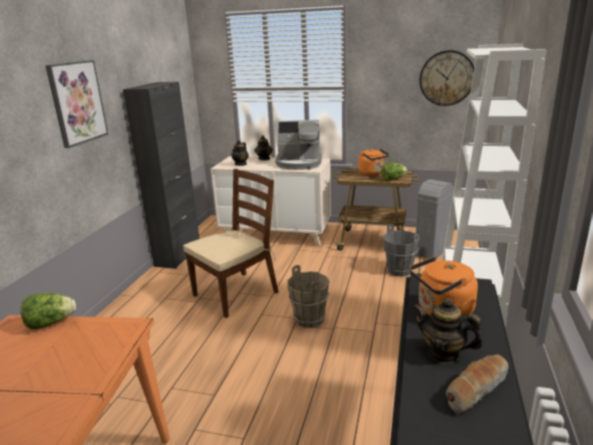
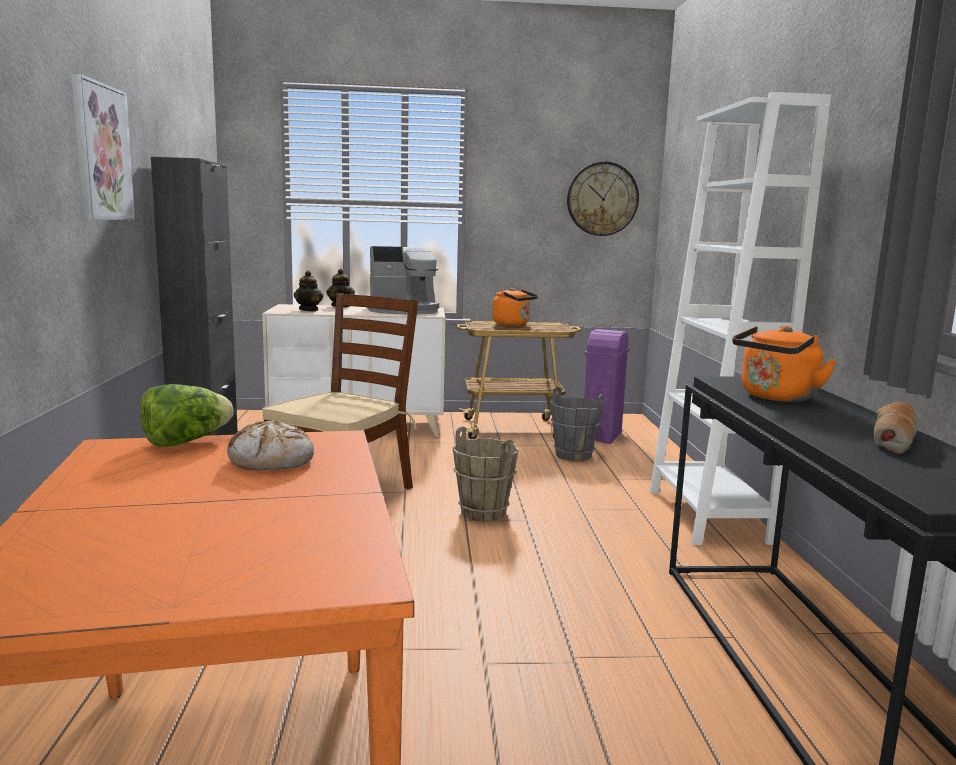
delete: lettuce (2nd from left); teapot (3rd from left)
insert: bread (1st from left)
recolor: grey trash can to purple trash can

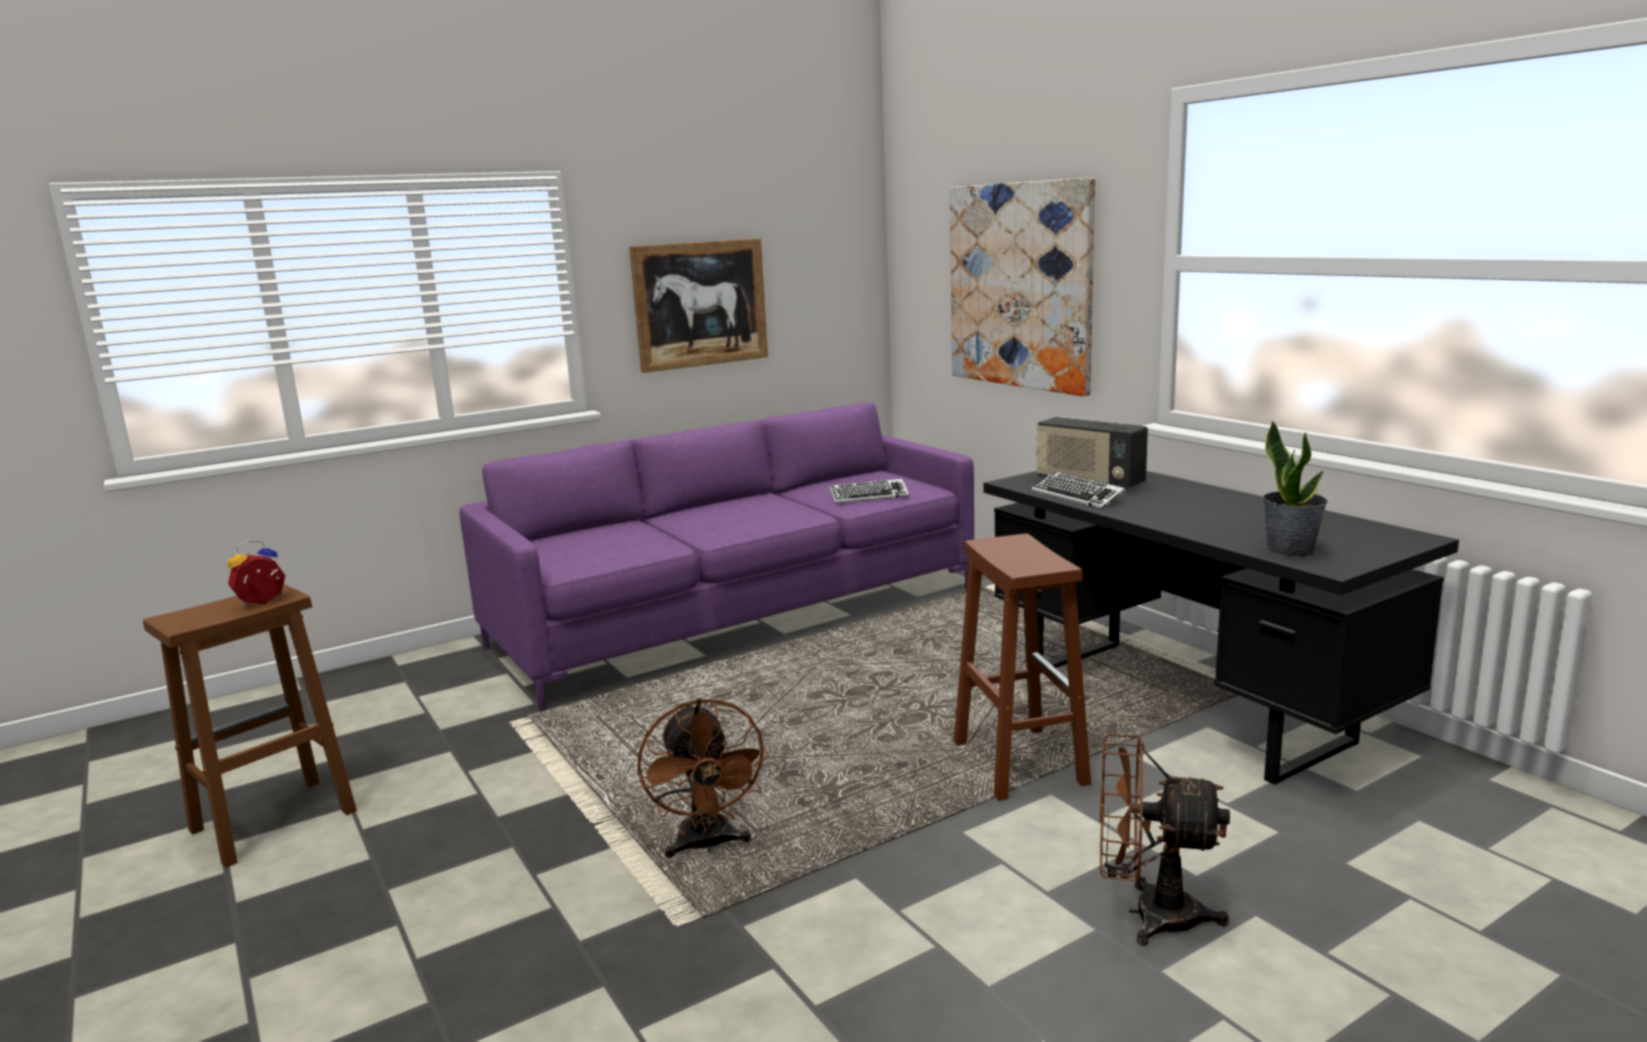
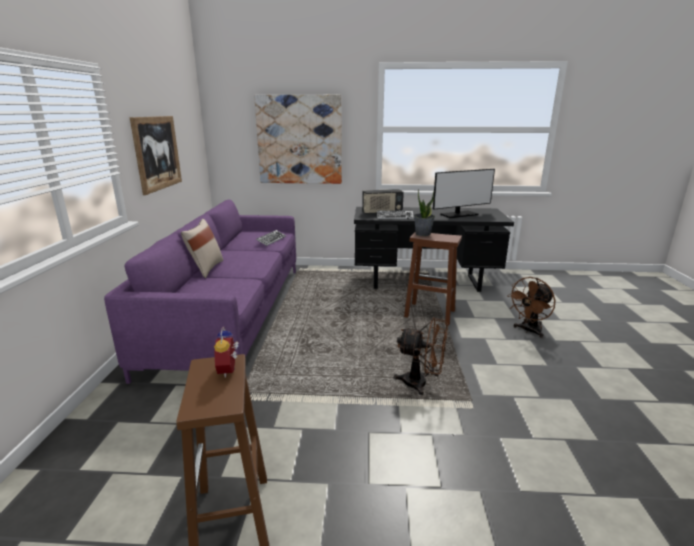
insert: beige pillow; monitor
move: potted plant

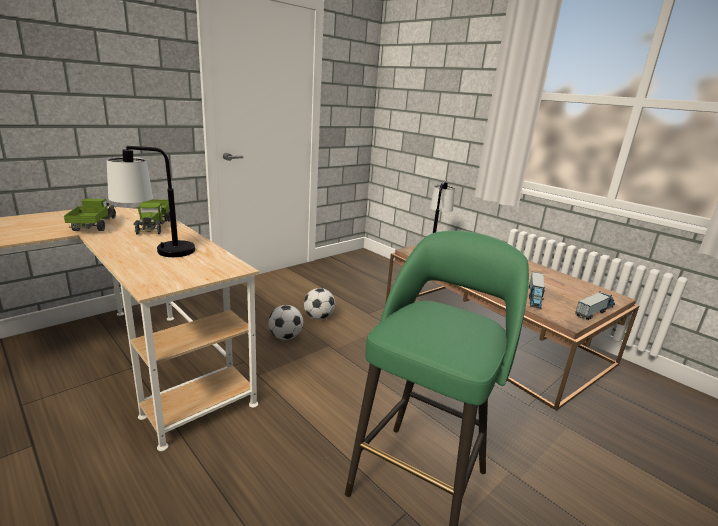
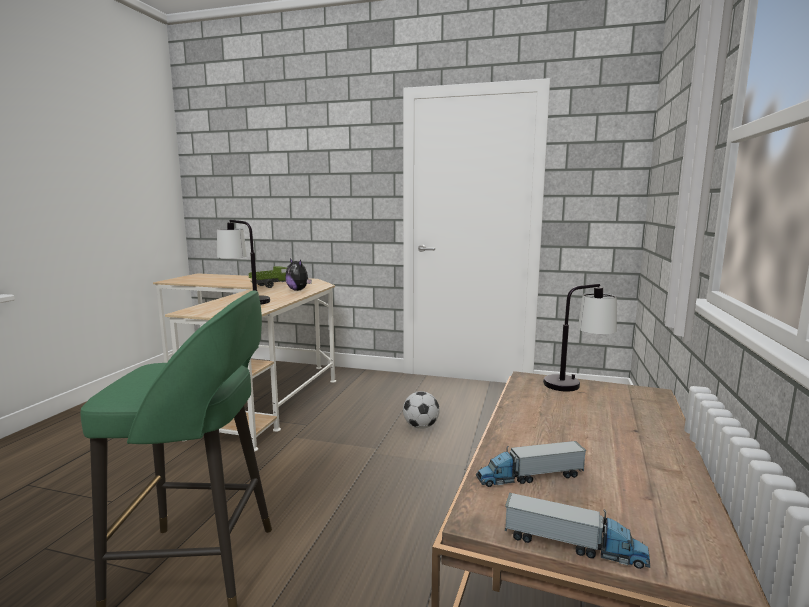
delete: football (1st from left)
replace: toy truck (2nd from left) to plush toy

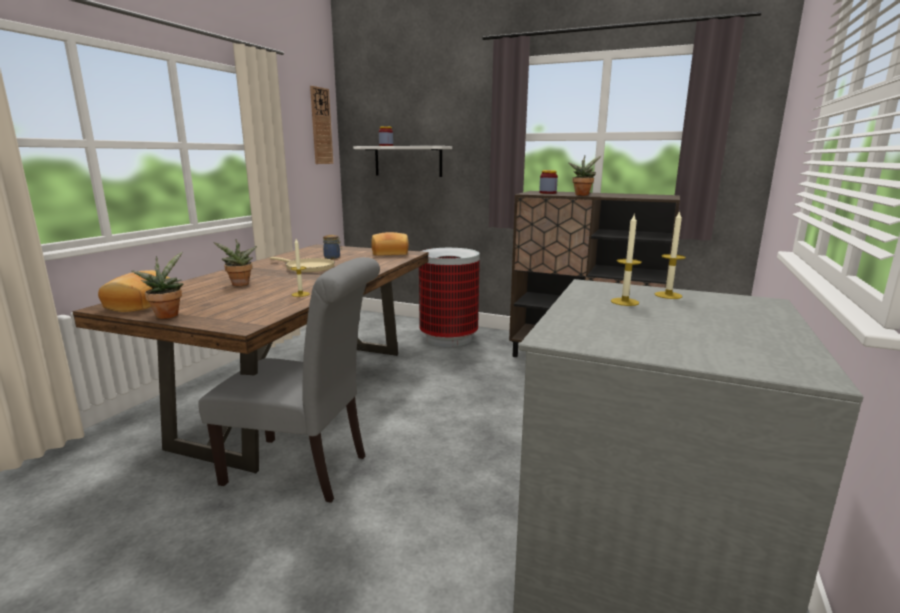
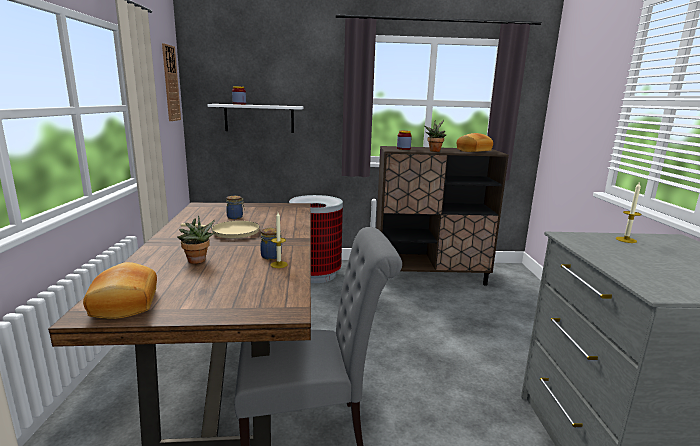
delete: potted plant (1st from left); candle (2nd from left)
insert: jar (3rd from left)
move: bread (2nd from left)

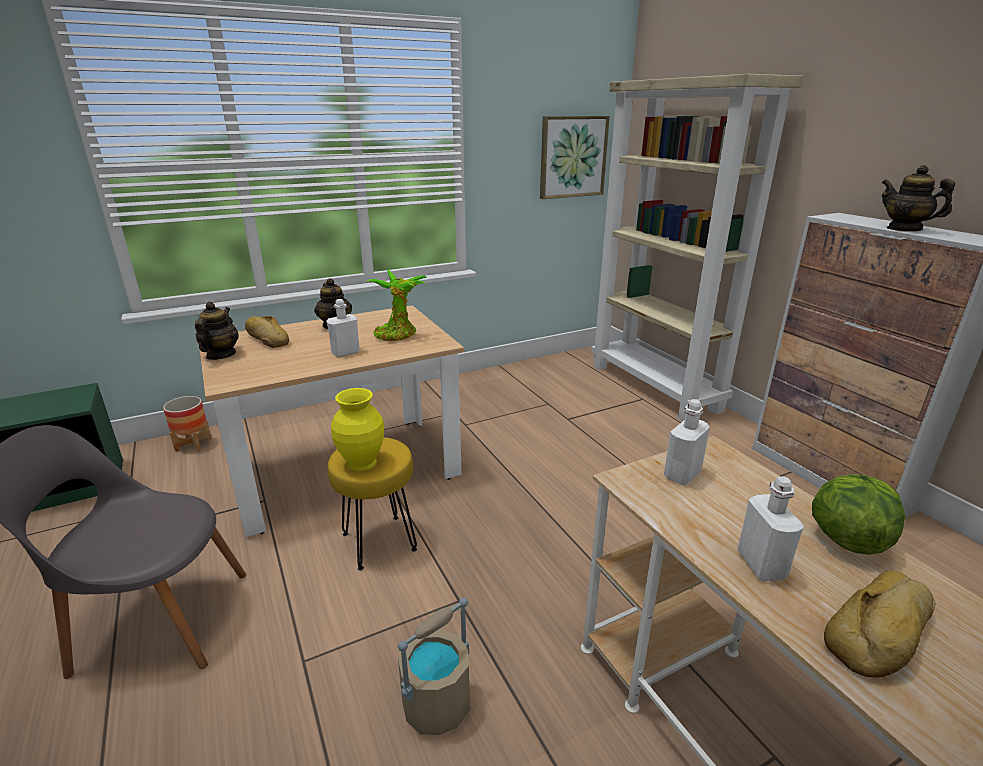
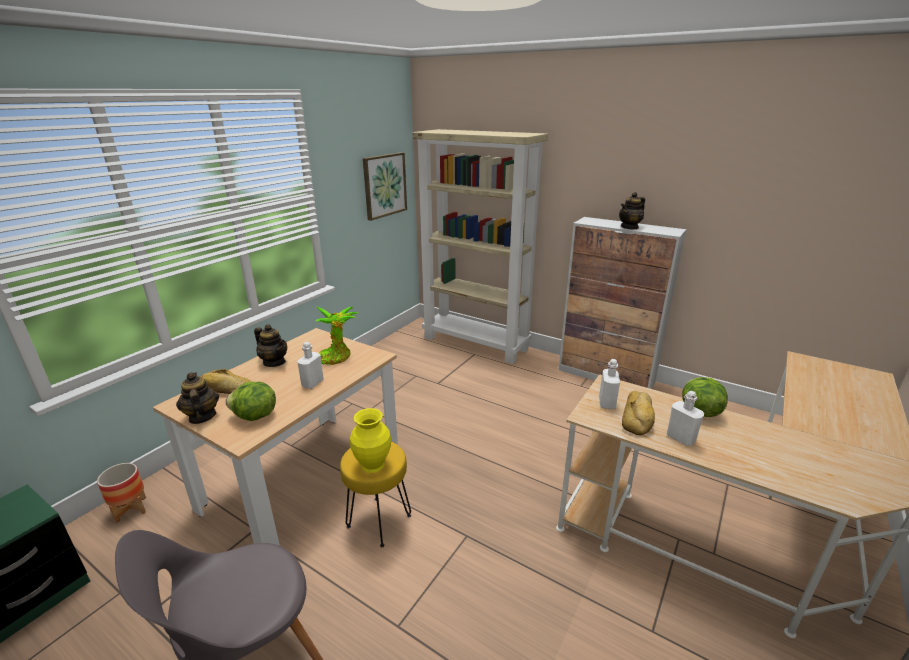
delete: beige bucket
insert: lettuce (1st from left)
move: bread (2nd from left)
rotate: teapot (3rd from left) 60 degrees counterclockwise

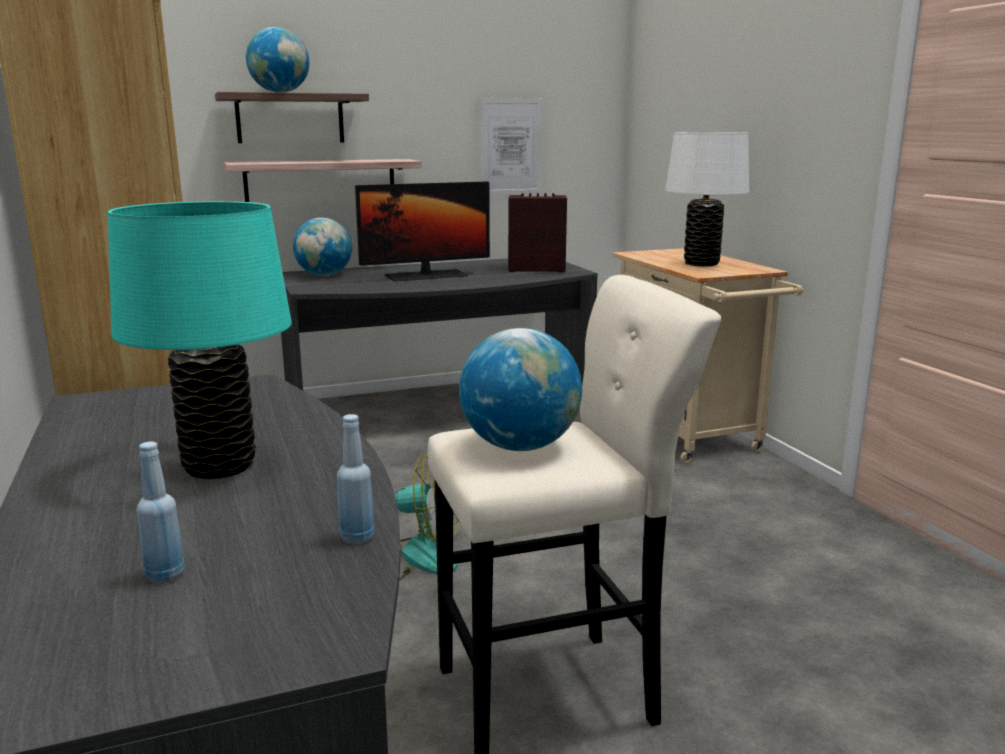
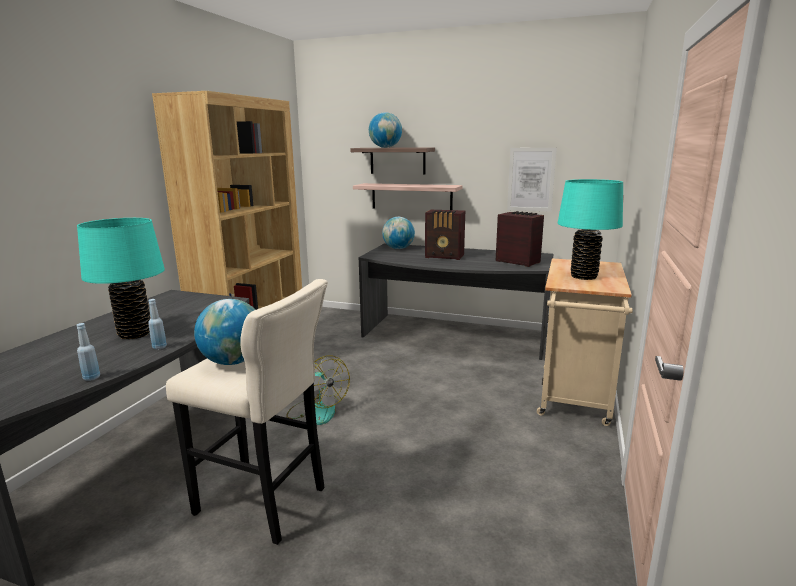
move: blue bottle (1st from left in the first image) to blue bottle (2nd from left)
replace: monitor to radio (1st from left)
recolor: white table lamp to turquoise table lamp (2nd from left)

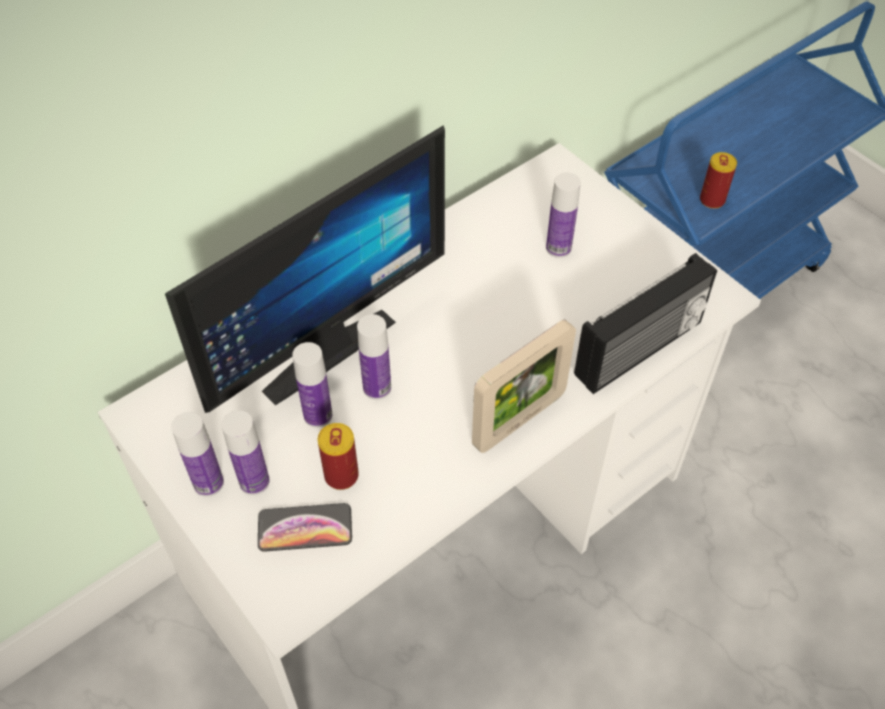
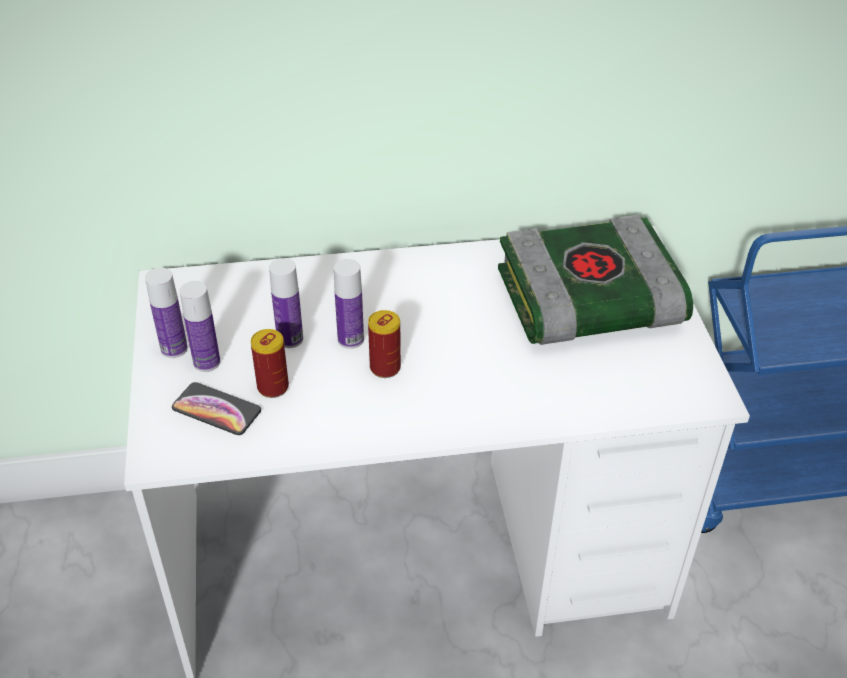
delete: monitor; picture frame; radio
move: can (2nd from left)
replace: bottle (5th from left) to book

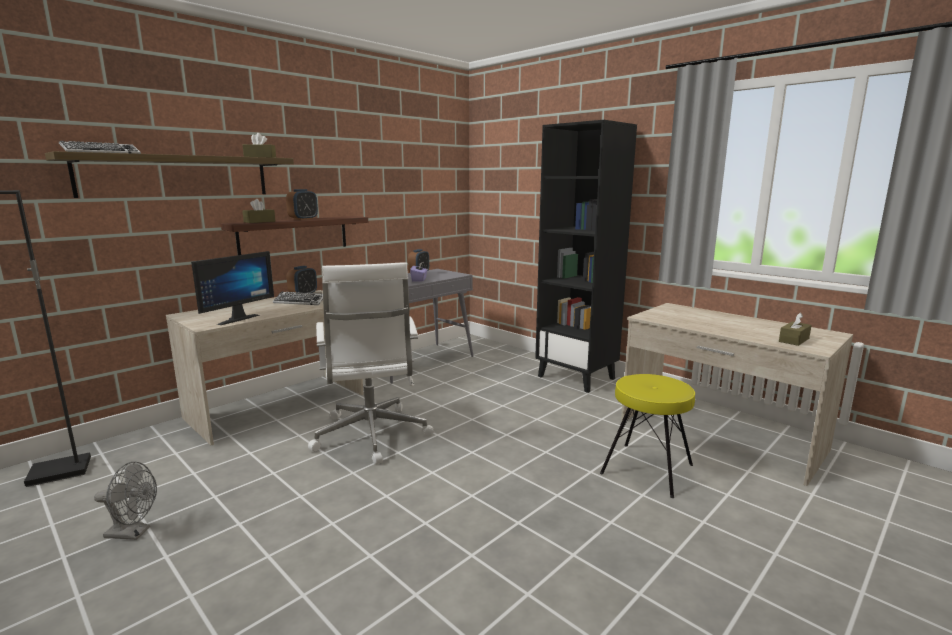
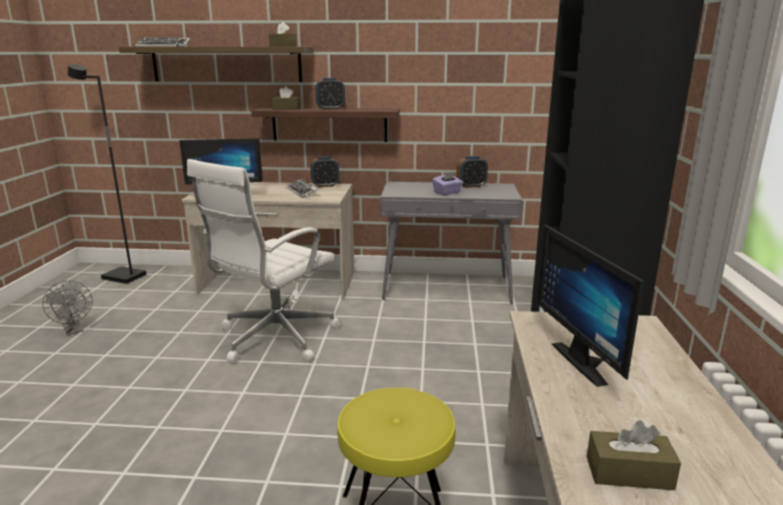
insert: monitor (2nd from left)

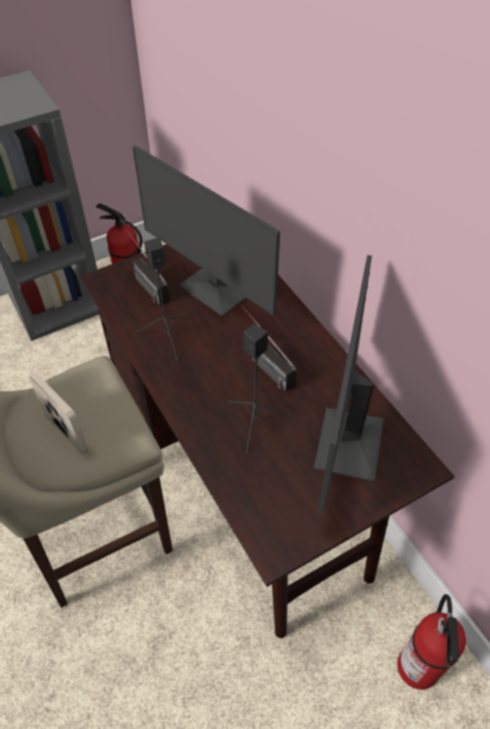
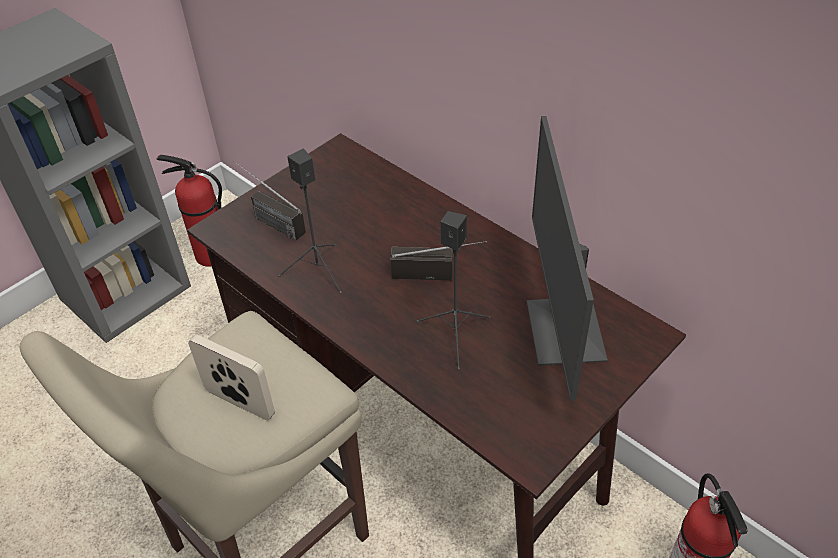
delete: monitor (1st from left)
rotate: radio (2nd from left) 150 degrees clockwise

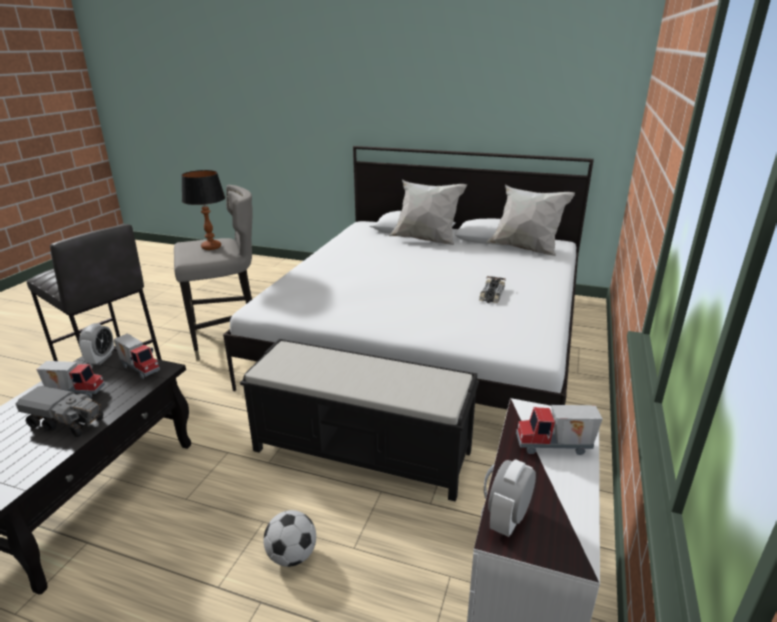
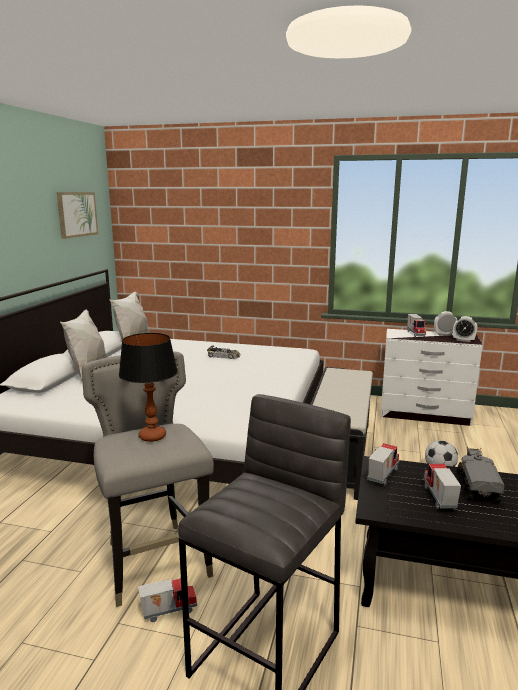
insert: picture; toy truck (1st from left)
move: alarm clock (1st from left)

